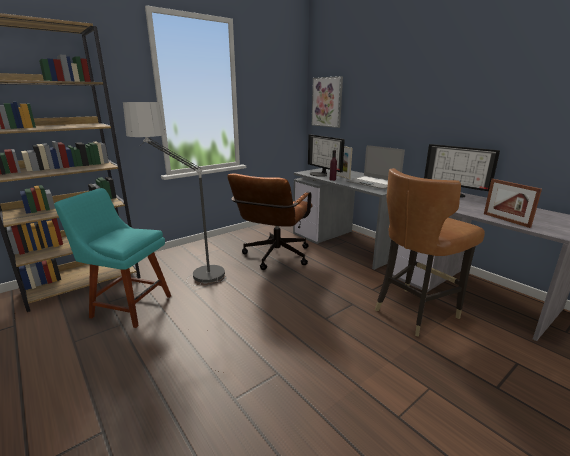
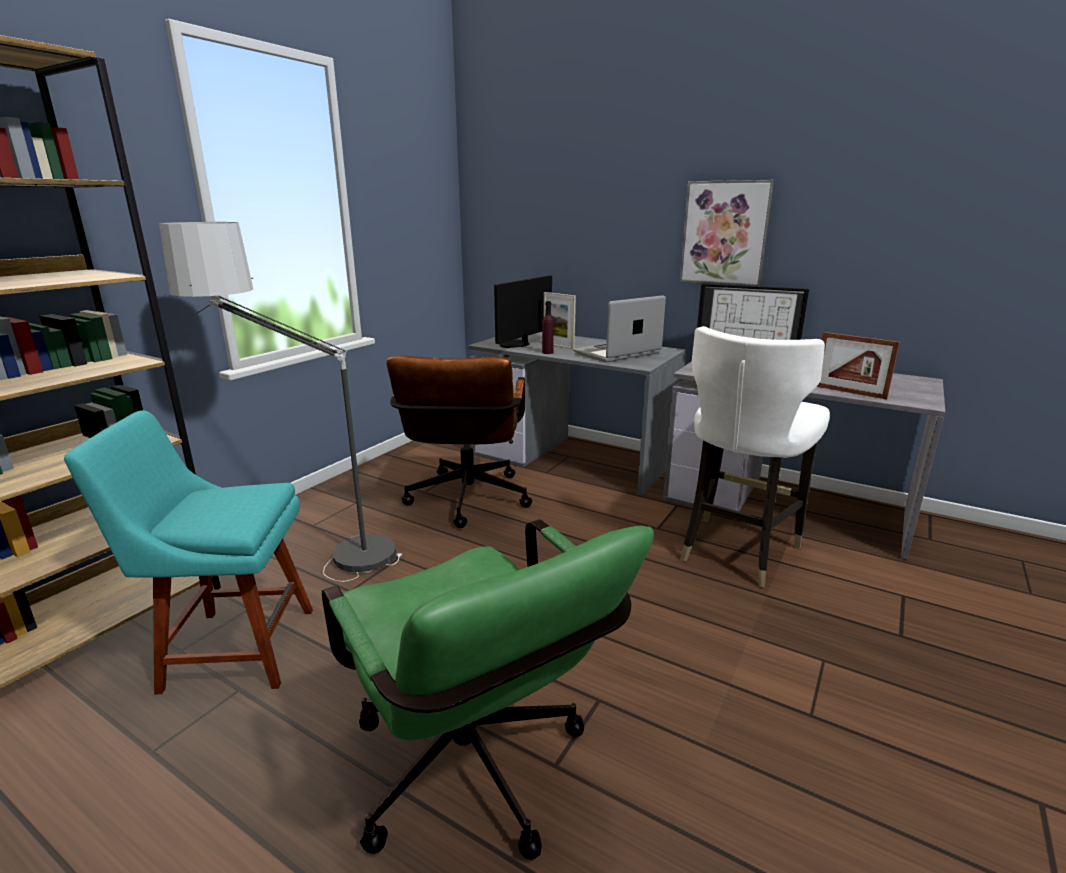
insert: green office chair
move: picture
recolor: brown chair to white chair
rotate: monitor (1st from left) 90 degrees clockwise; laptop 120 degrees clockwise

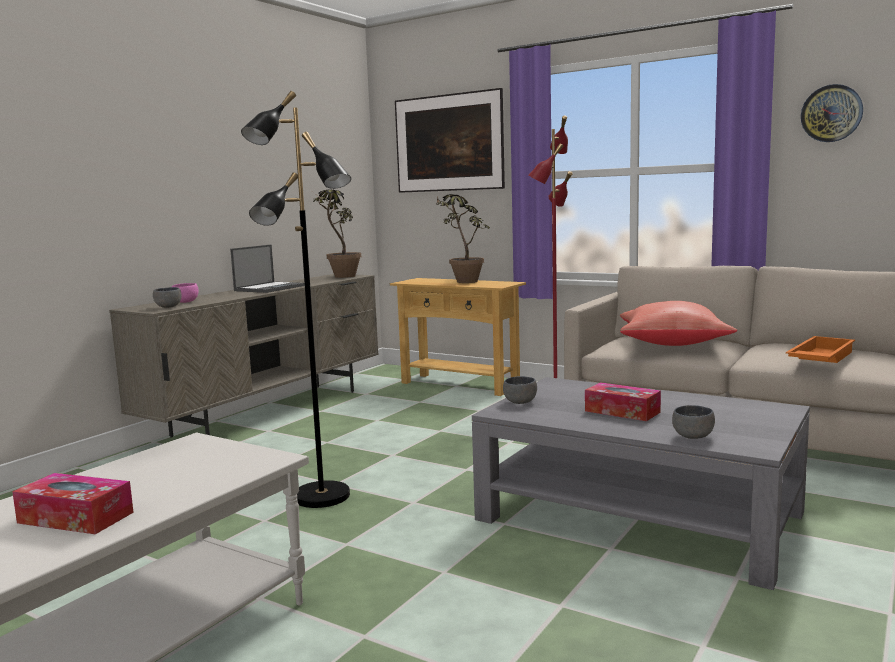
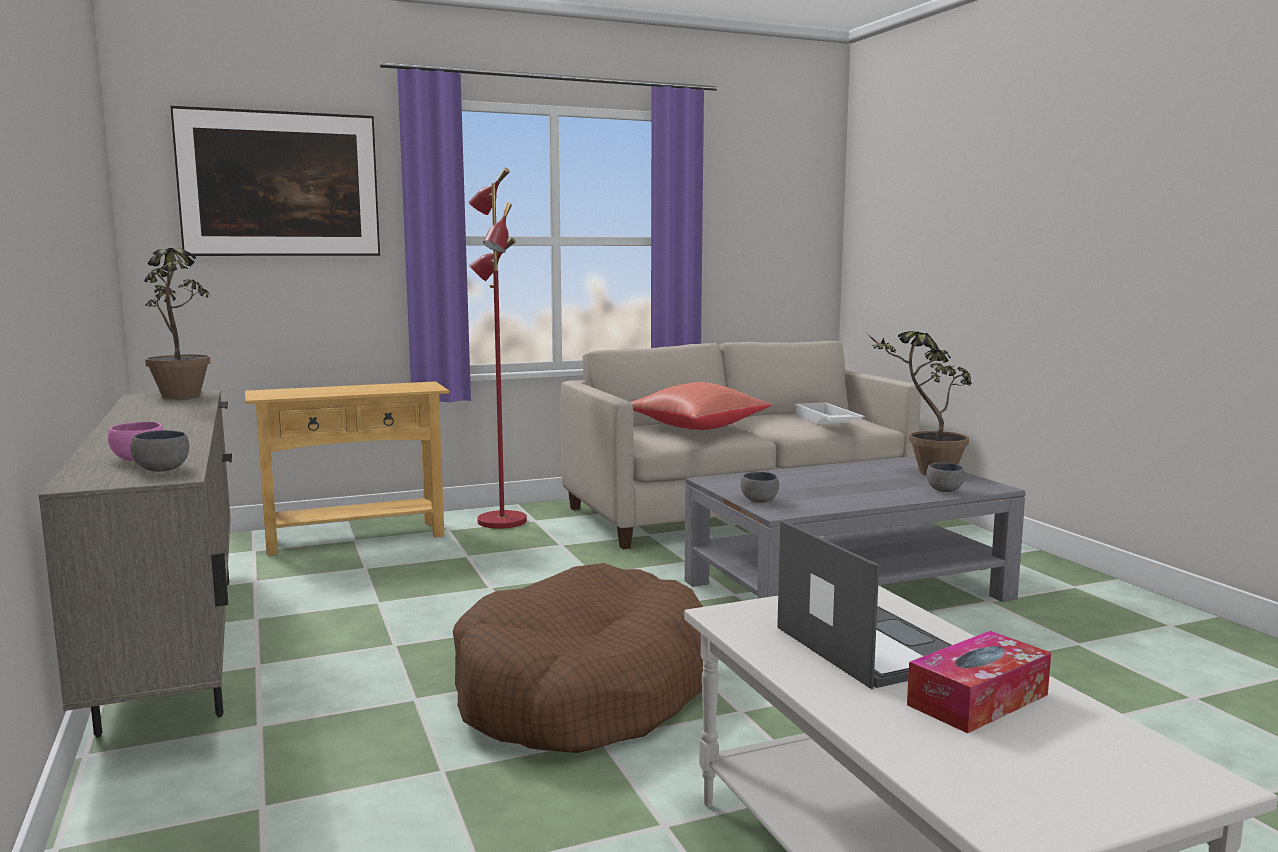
delete: tissue box (2nd from left); wall clock
move: laptop; potted plant (2nd from left)
replace: black floor lamp to brown dog bed
recolor: orange tray to white tray

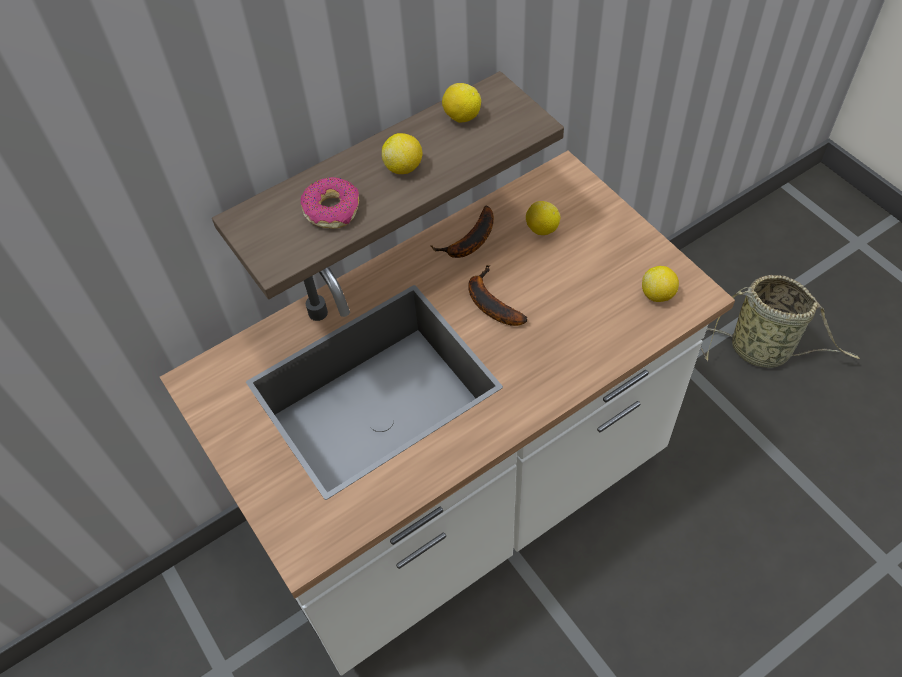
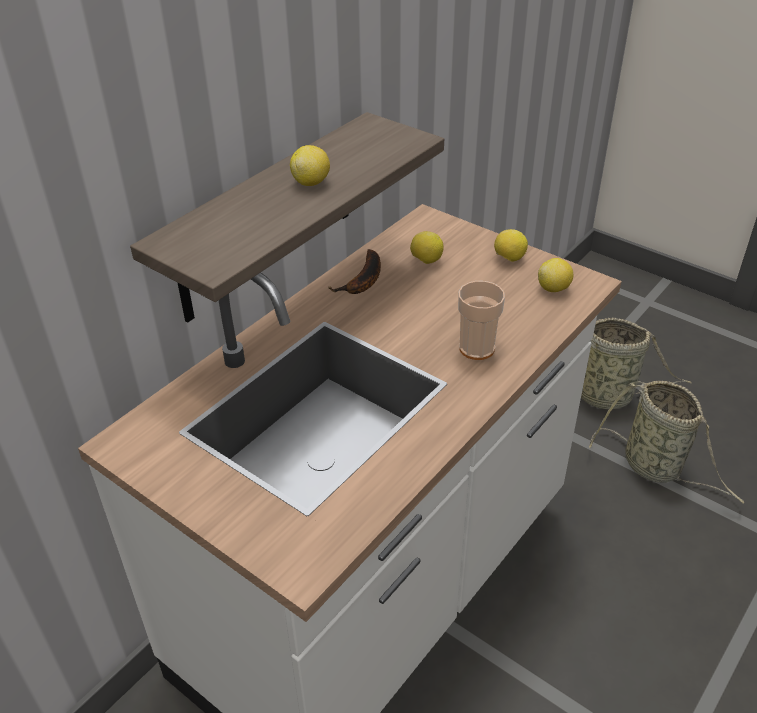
delete: donut; banana (2nd from left)
insert: cup; basket (2nd from left)
move: lemon (2nd from left in the first image) to lemon (3rd from left)

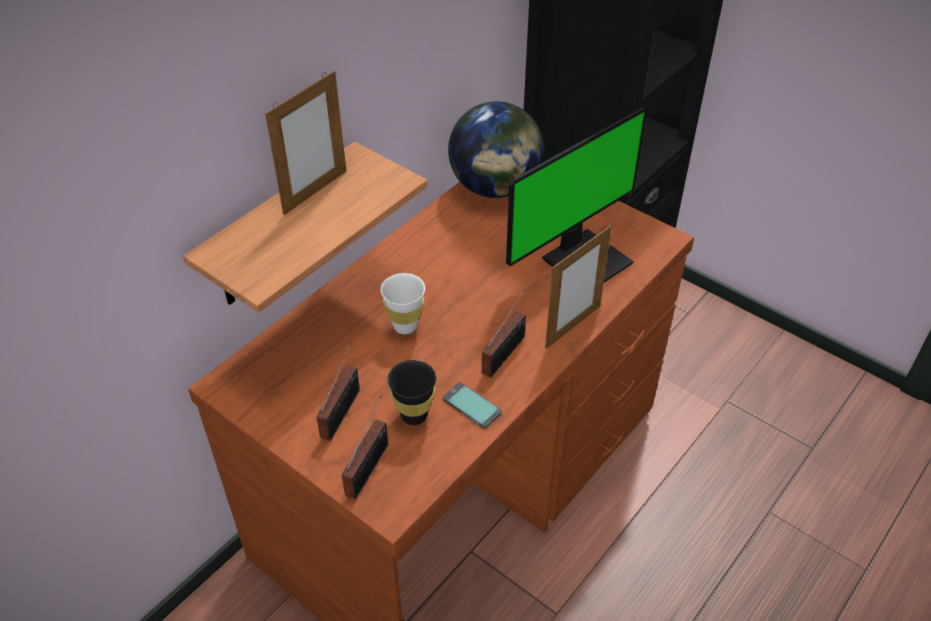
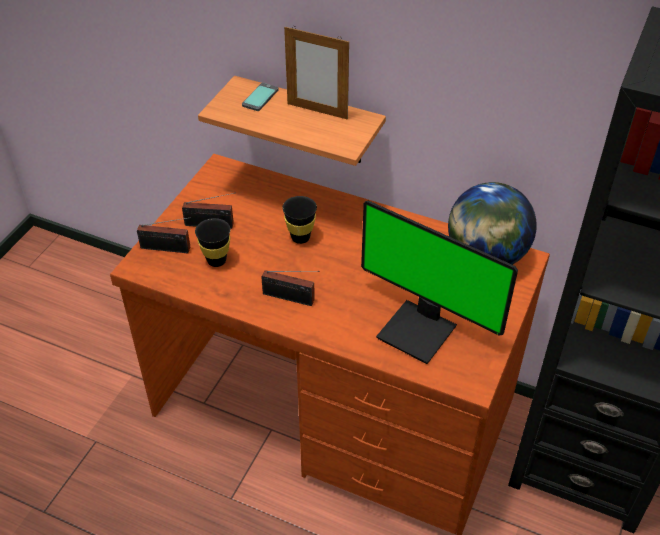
delete: picture frame (2nd from left)
move: phone
recolor: white cup to black cup (2nd from left)

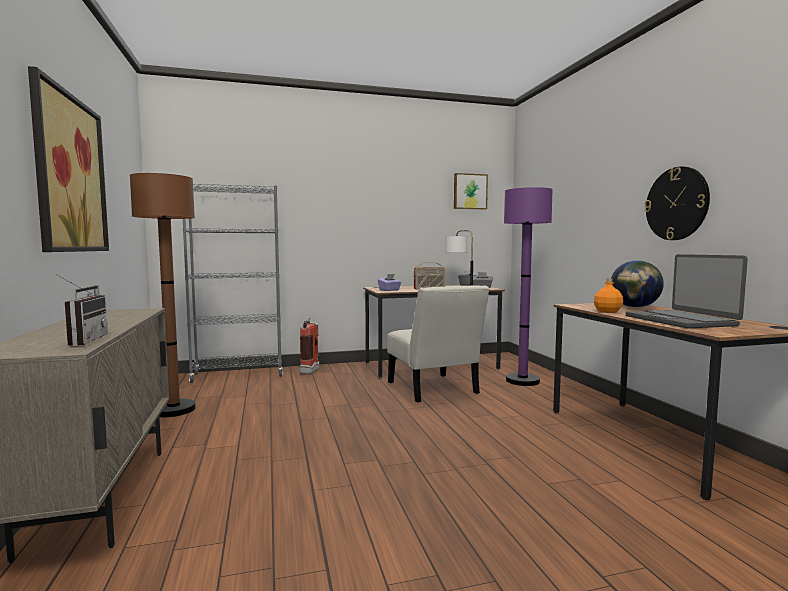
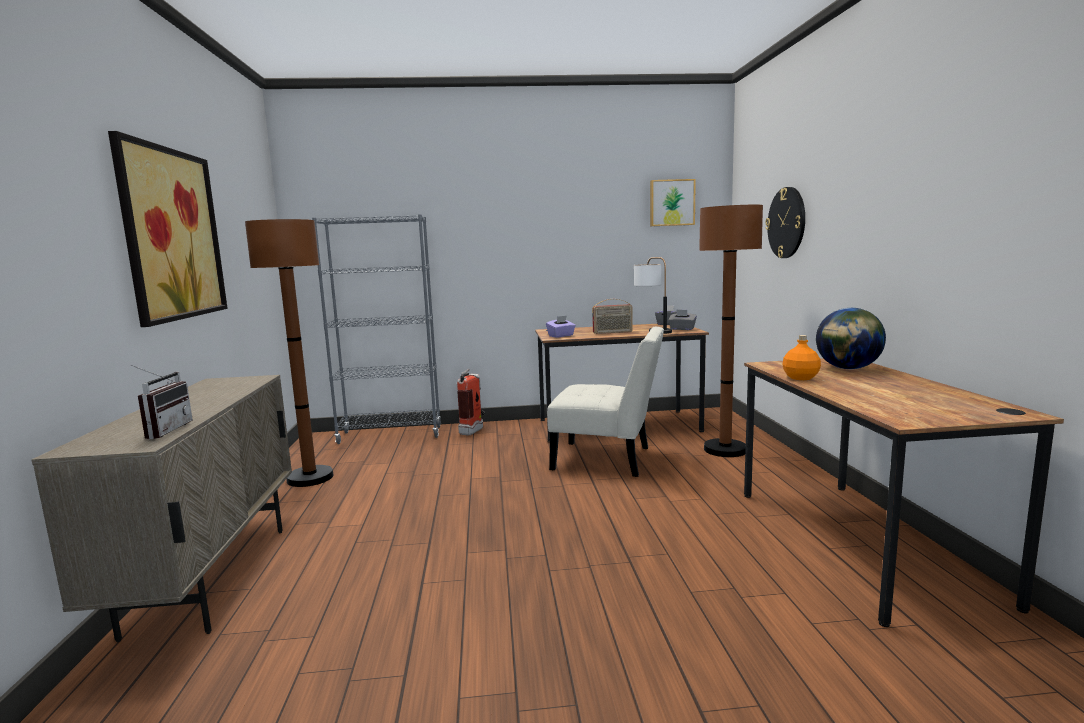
delete: laptop
move: wall clock
recolor: purple floor lamp to brown floor lamp (2nd from left)
rotate: white chair 60 degrees counterclockwise

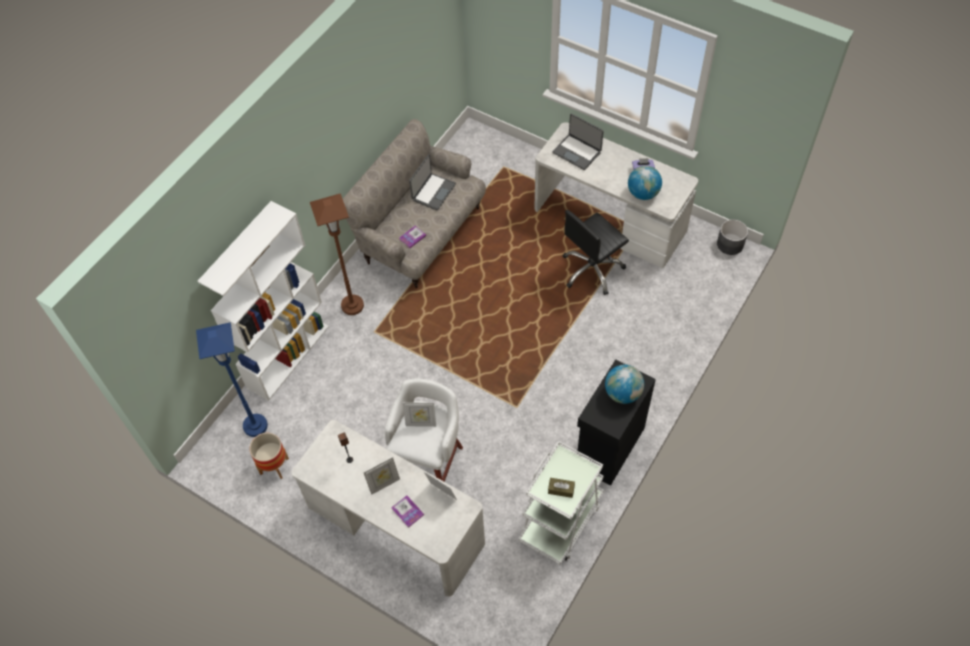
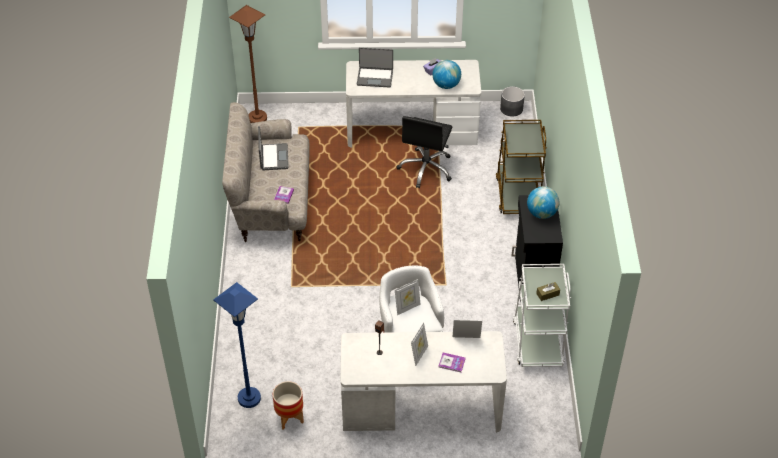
delete: white bookcase
insert: brown cart
move: brown floor lamp

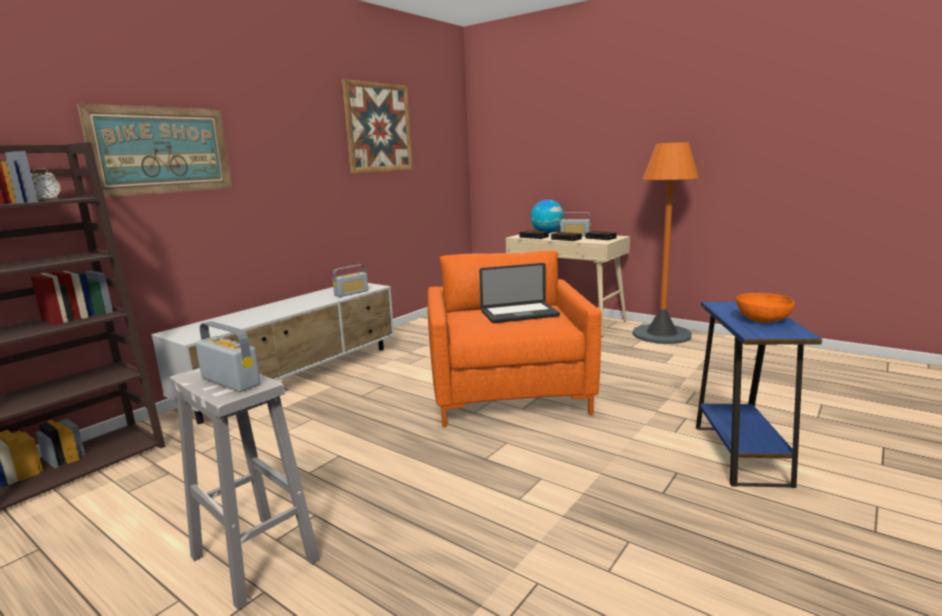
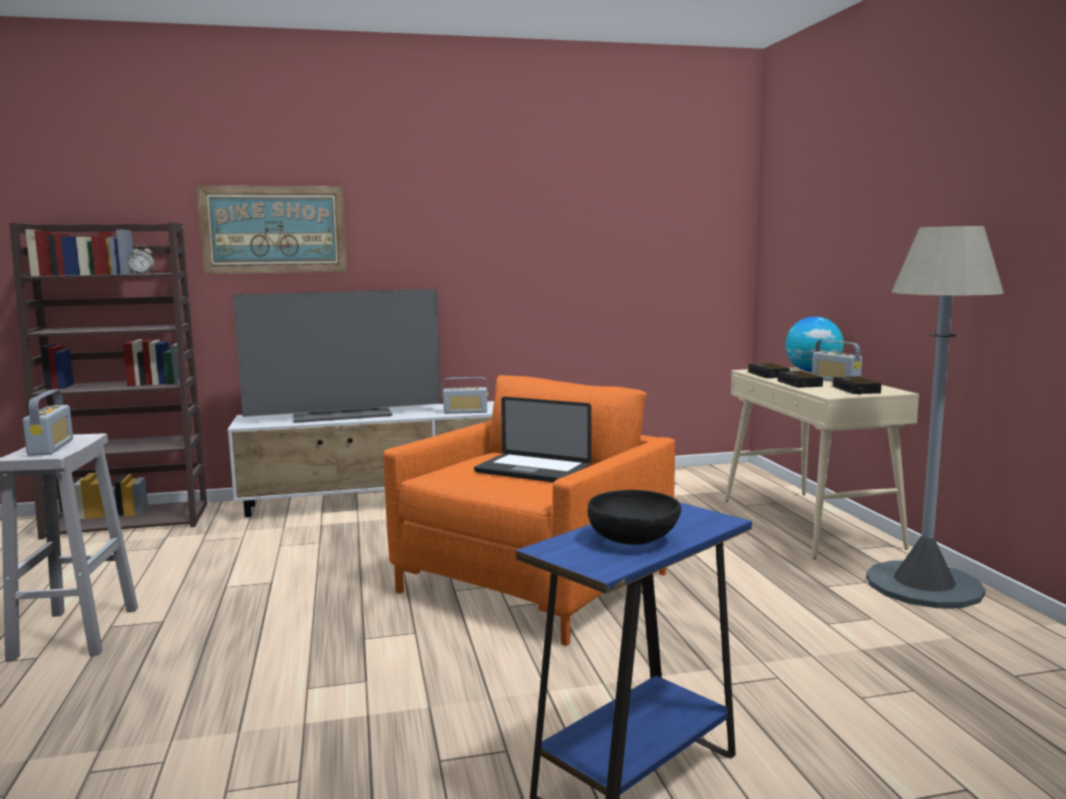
delete: picture (2nd from left)
insert: television
recolor: orange bowl to black bowl; orange floor lamp to grey floor lamp

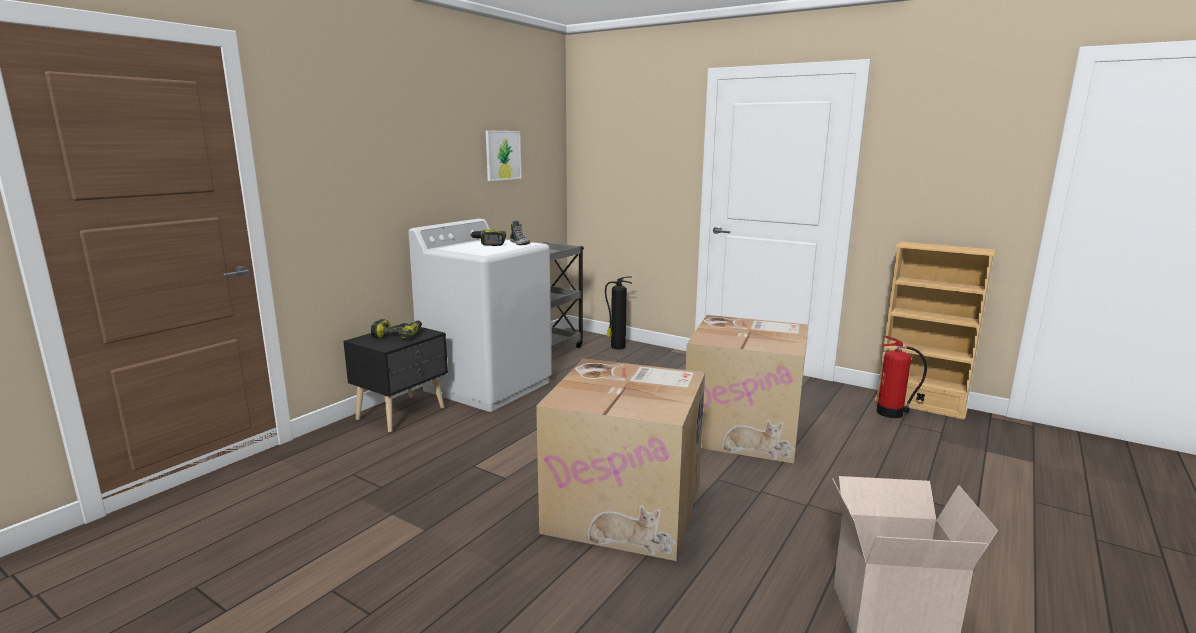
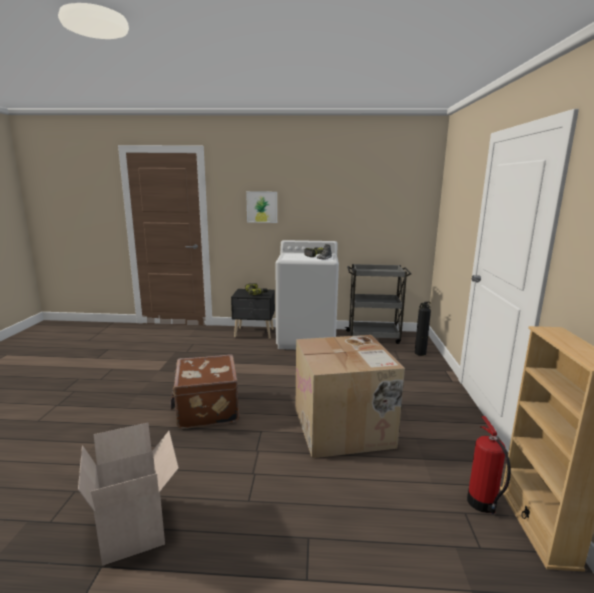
move: picture
replace: cardboard box (1st from left) to brown suitcase

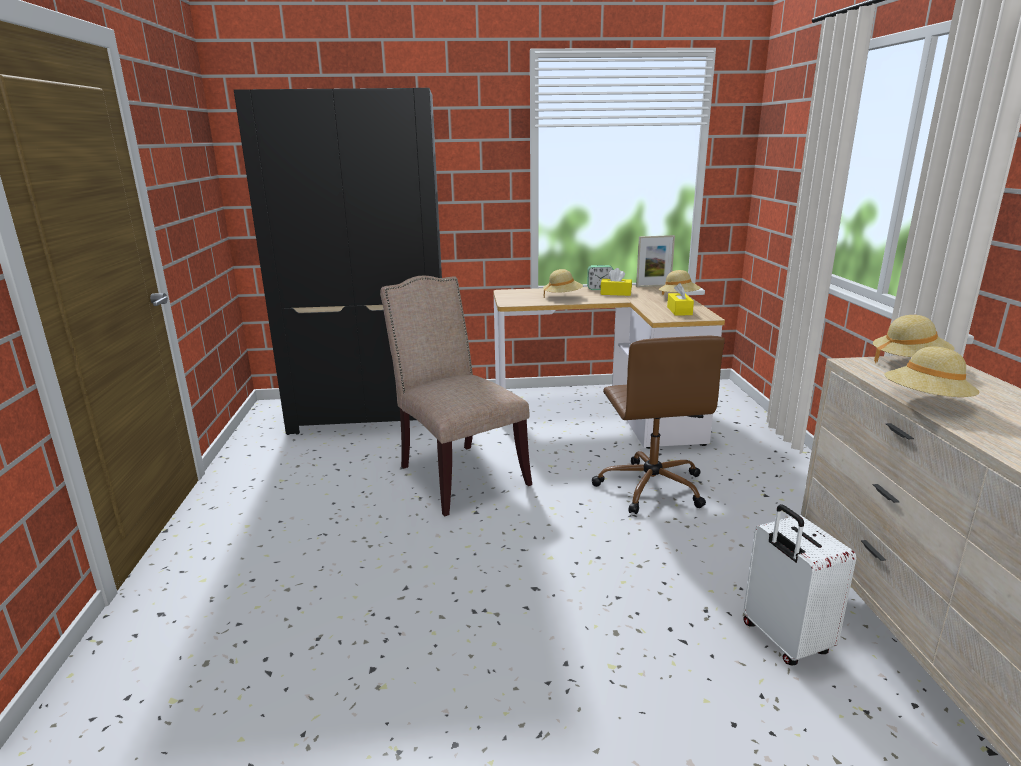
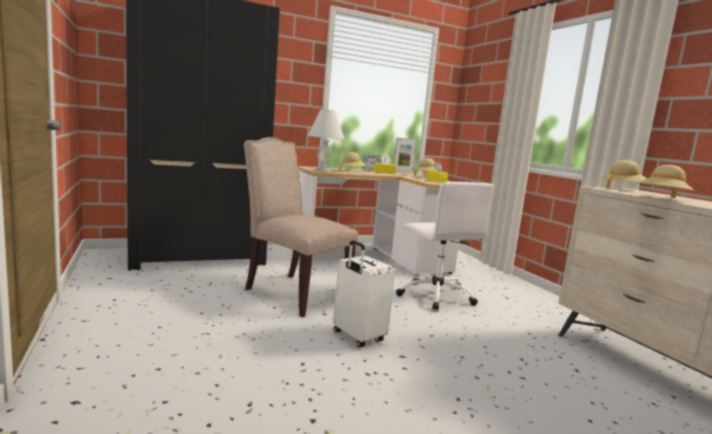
insert: white table lamp
move: white suitcase
recolor: brown office chair to white office chair

